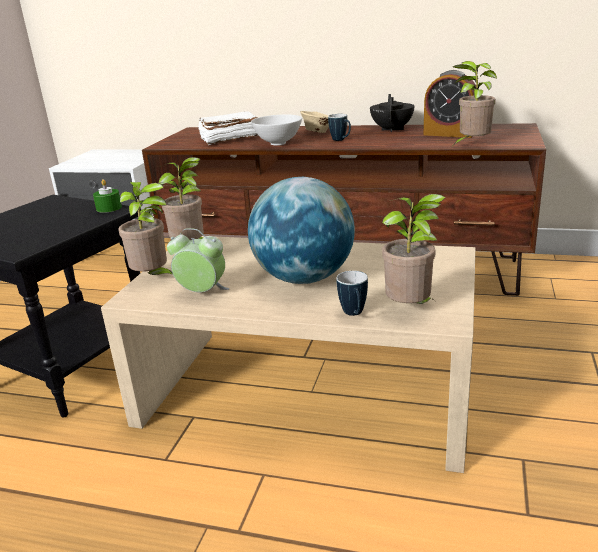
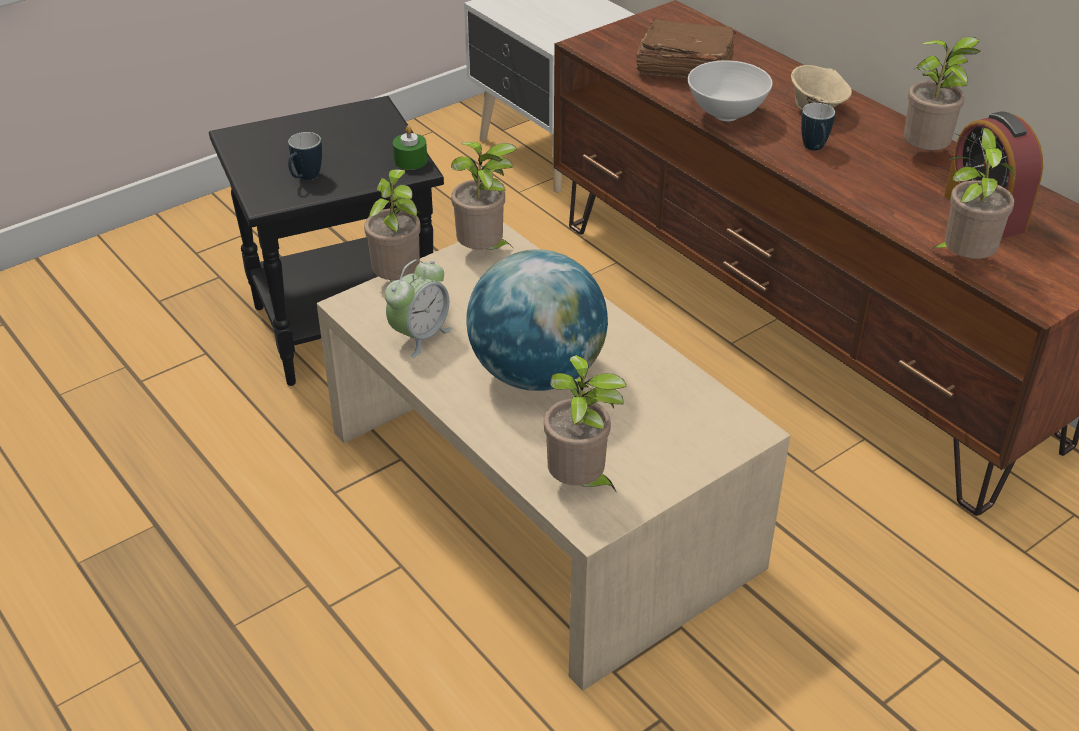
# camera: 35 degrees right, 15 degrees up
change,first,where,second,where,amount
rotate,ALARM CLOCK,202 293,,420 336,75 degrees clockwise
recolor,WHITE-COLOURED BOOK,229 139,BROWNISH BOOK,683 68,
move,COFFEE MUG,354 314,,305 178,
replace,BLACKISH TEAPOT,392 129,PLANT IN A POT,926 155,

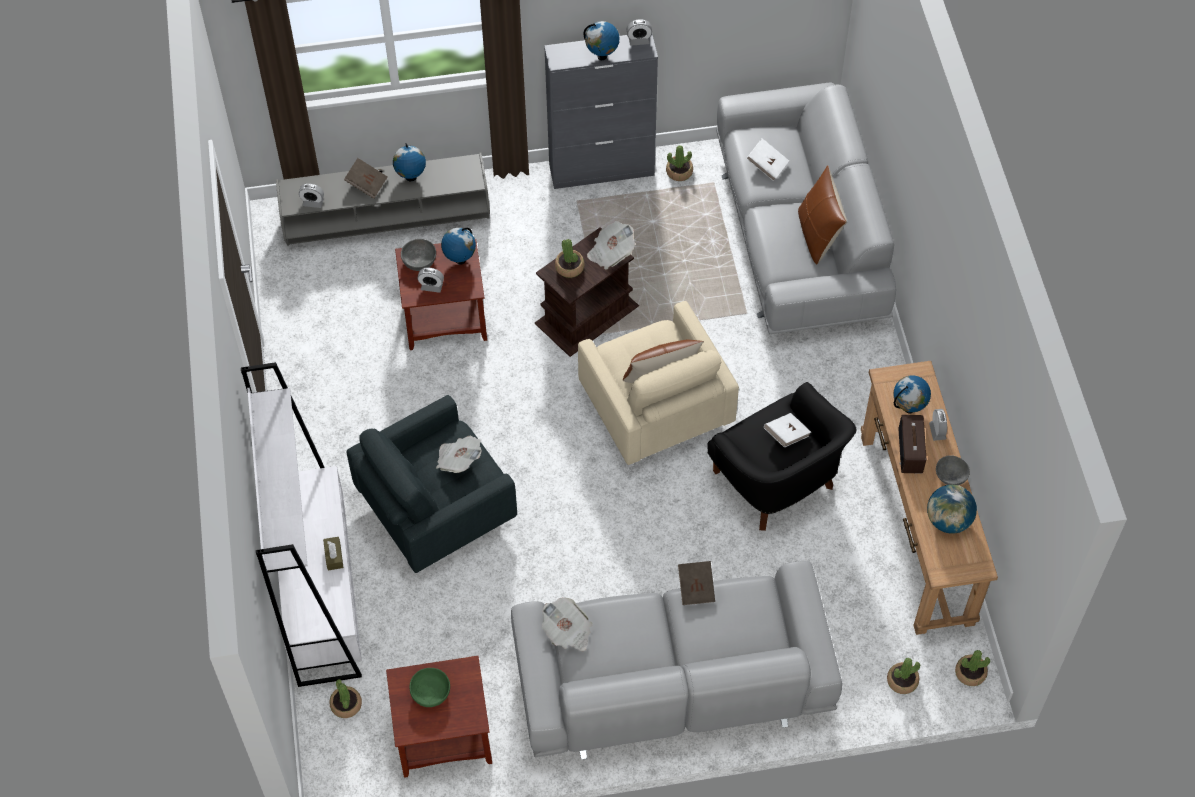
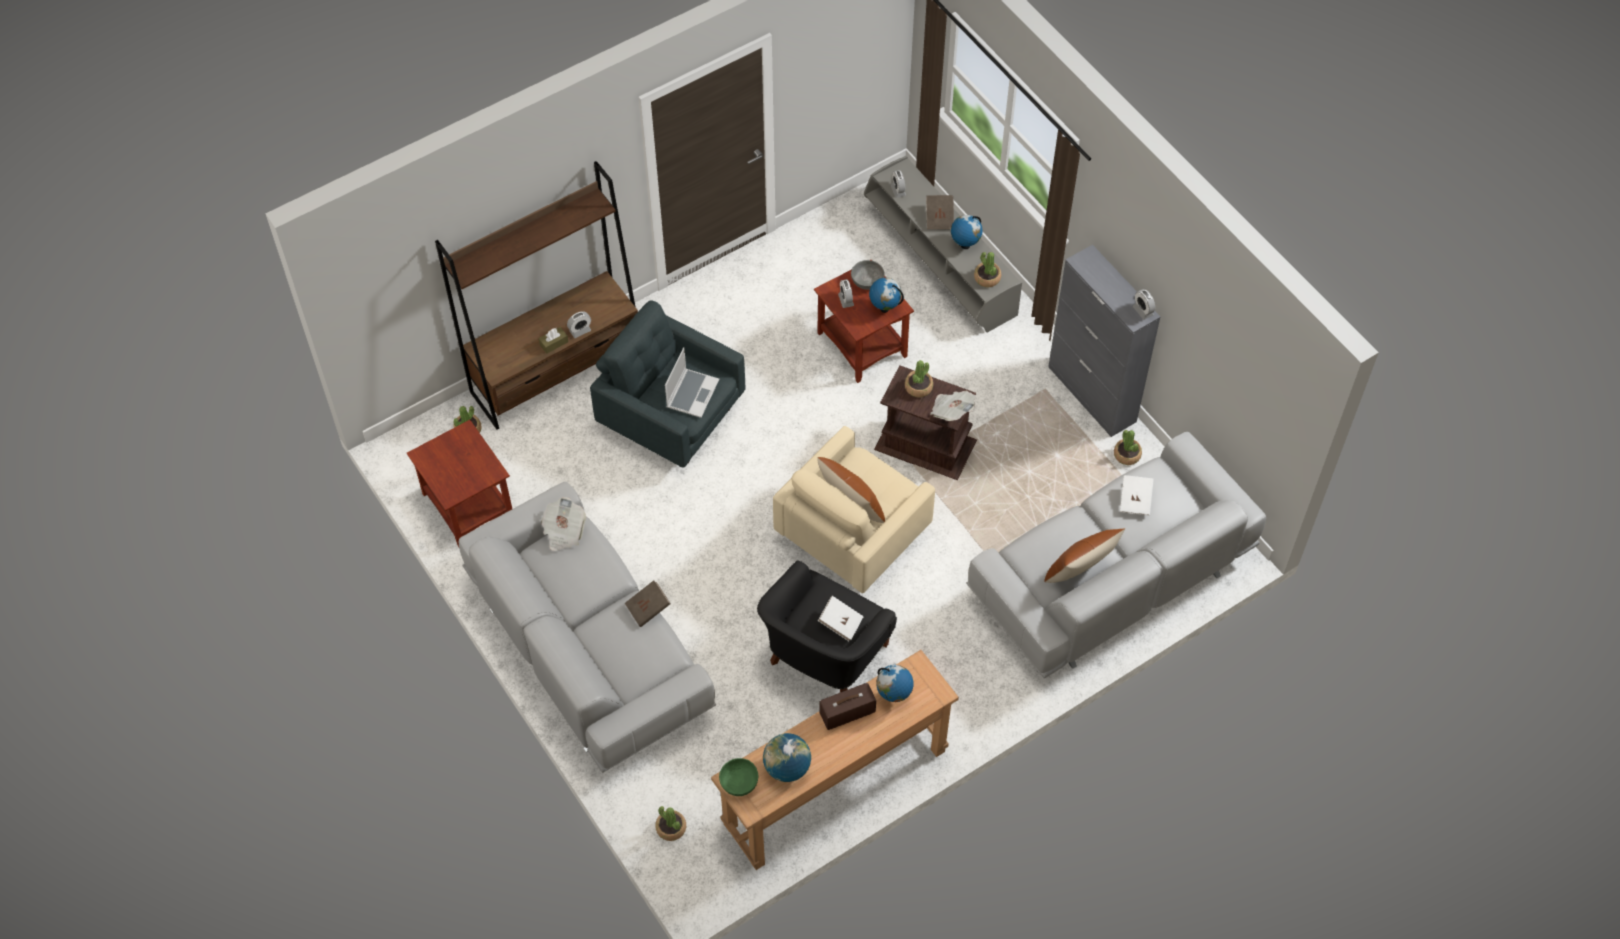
# camera: 65 degrees right, 0 degrees up
change,first,where,second,where,amount
recolor,WHITE-COLOURED BOOKSHELF,321 593,BROWNISH BOOKSHELF,558 371,
move,GREEN-COLOURED DEEP DISH,431 693,,739 782,
replace,DAILY PAPER,458 460,LAPTOP,692 393,
delete,DESK GLOBE,602 56,,,
move,ALARM CLOCK,937 431,,580 330,
delete,GREY DEEP DISH,950 478,,,
move,PLANT IN A POT,970 673,,987 278,

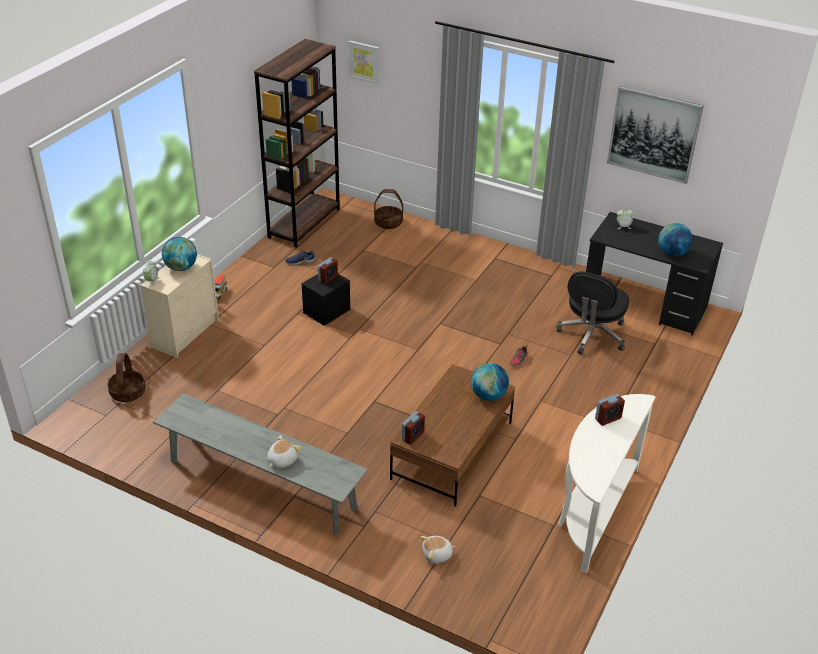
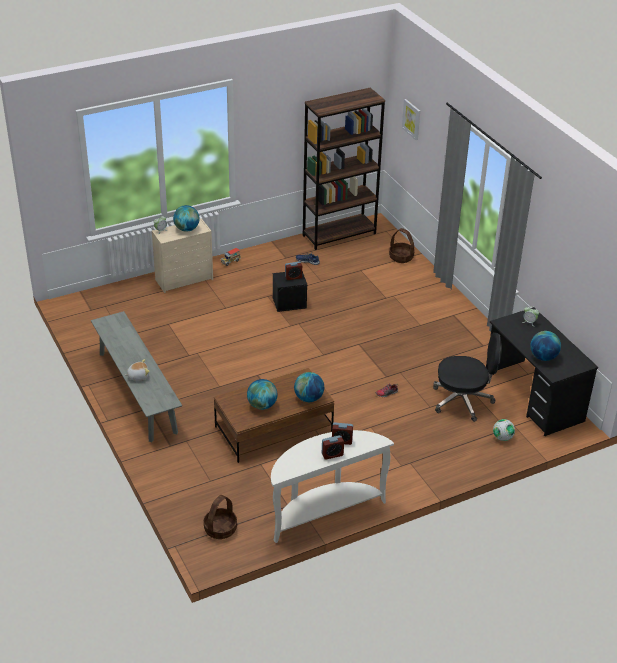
# camera: 35 degrees right, 0 degrees up
change,first,where,second,where,amount
move,STORAGE BASKET,128 392,,220 529,
move,ALARM CLOCK,413 436,,332 454,
delete,SOFT TOY,437 555,,,
rotate,BLACKISH DESK CHAIR,592 335,,463 401,150 degrees counterclockwise
delete,PICTURE,654 134,,,
insert,,,DESK GLOBE,262 405,
insert,,,FOOTBALL,502 438,

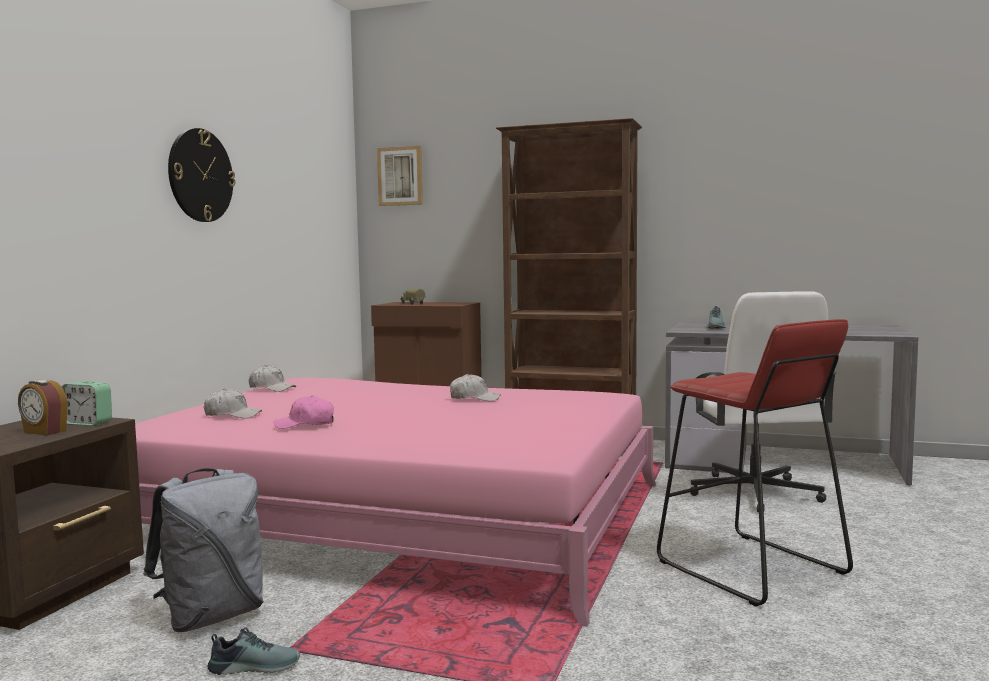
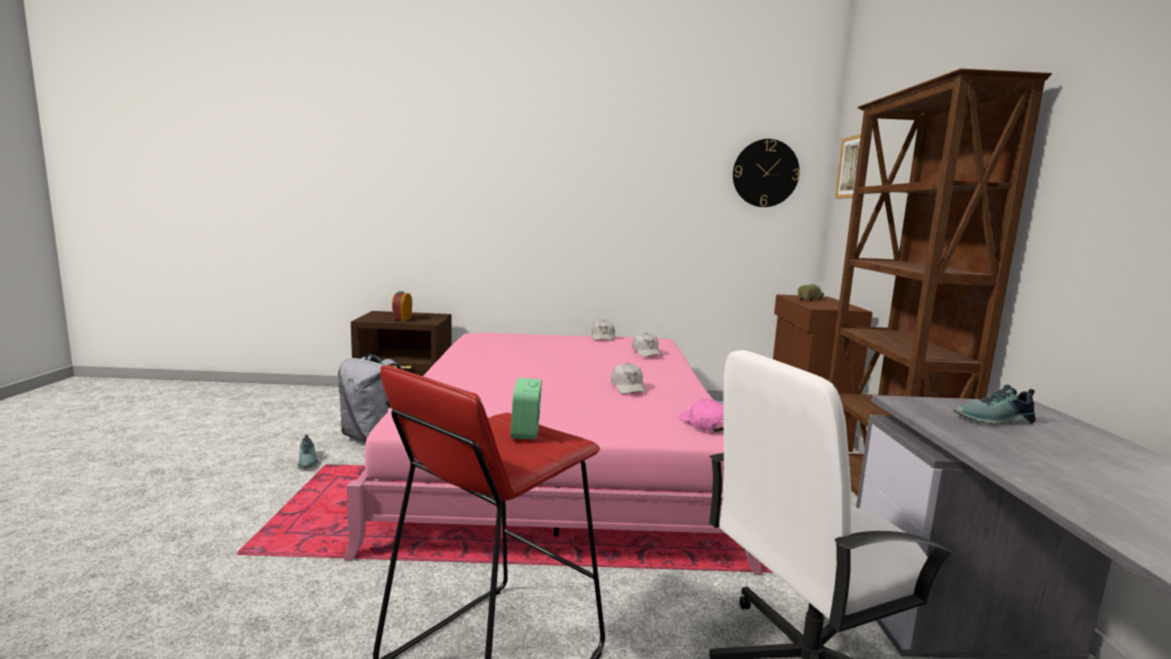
# camera: 70 degrees right, 5 degrees up
change,first,where,second,where,amount
move,ALARM CLOCK,88 423,,526 431,
move,CLOCK ON THE WALL,200 175,,765 173,
move,WHITE-COLOURED BASEBALL CAP,232 415,,647 352,
move,PINKISH BASEBALL CAP,305 424,,703 424,

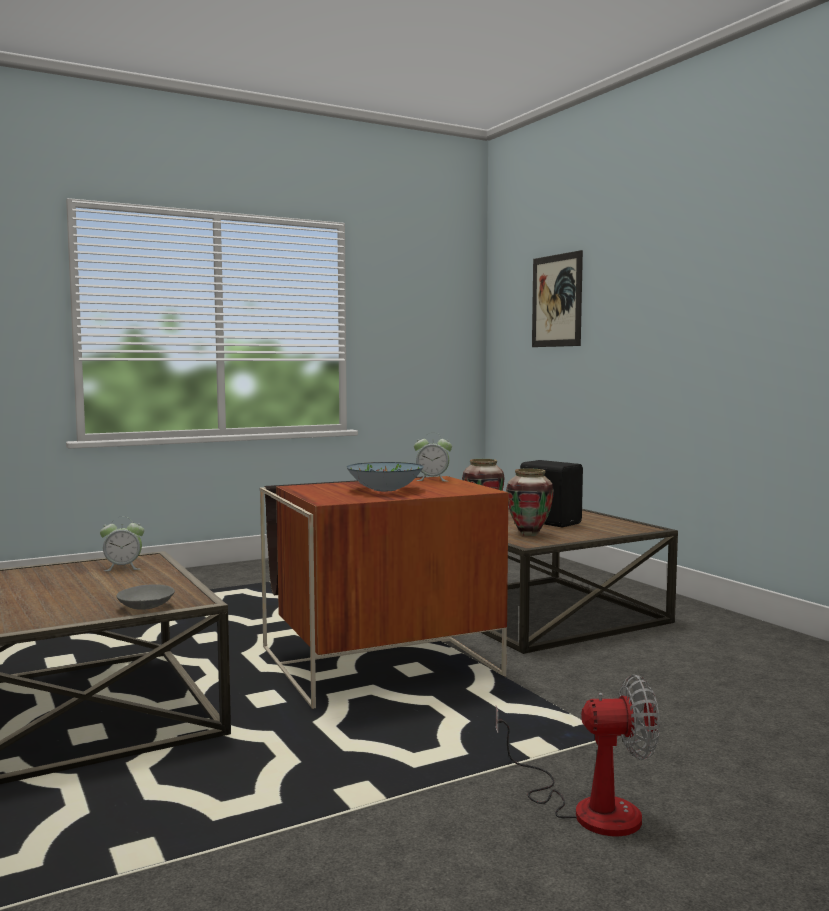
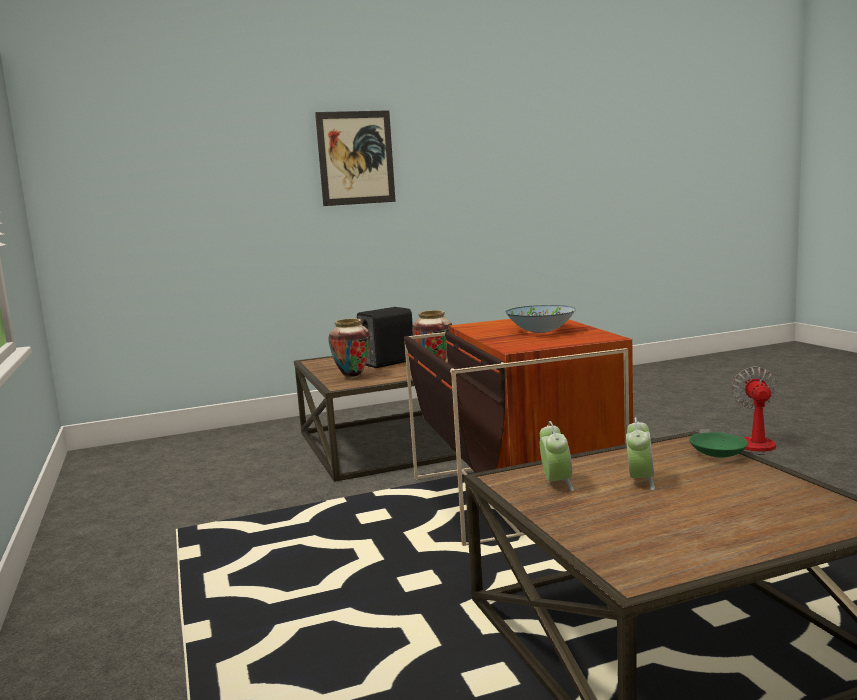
# camera: 80 degrees left, 5 degrees up
change,first,where,second,where,amount
recolor,GREY DEEP DISH,146 606,GREEN-COLOURED DEEP DISH,718 454,
move,ALARM CLOCK,432 480,,640 481,
move,PICTURE,556 300,,356 158,

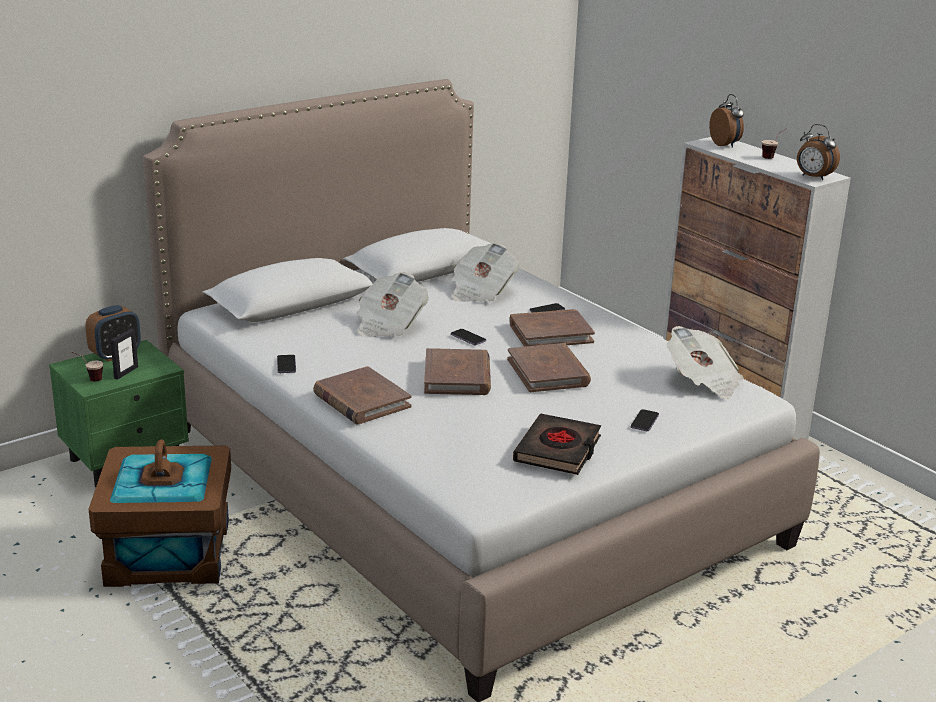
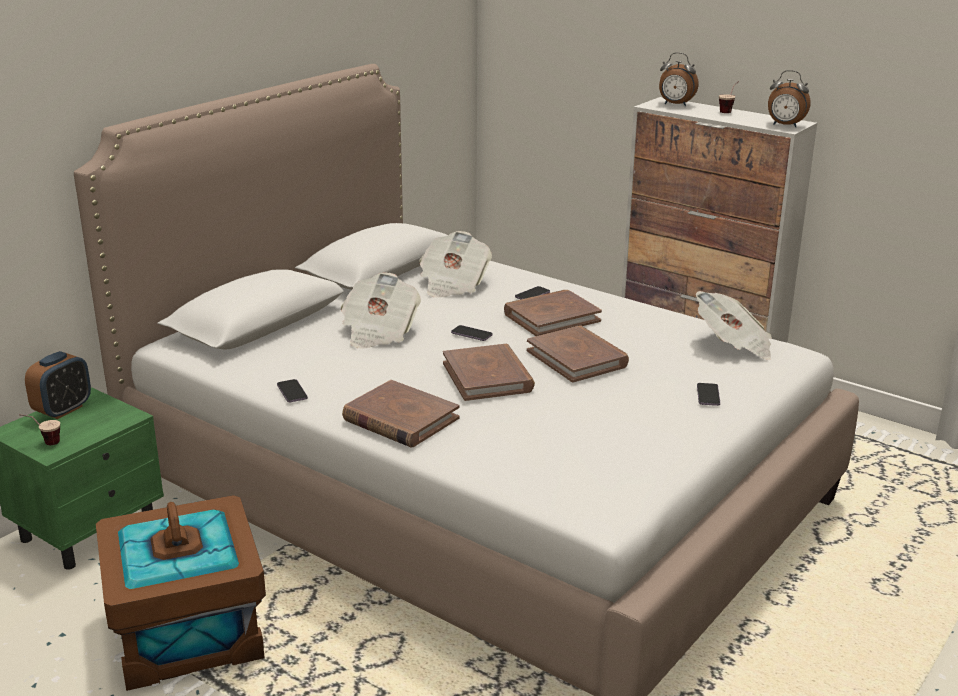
# camera: 15 degrees left, 0 degrees up
change,first,where,second,where,amount
delete,PHOTO FRAME,126 372,,,
delete,BLACKISH BOOK,558 450,,,
rotate,ALARM CLOCK,725 145,,675 105,150 degrees clockwise

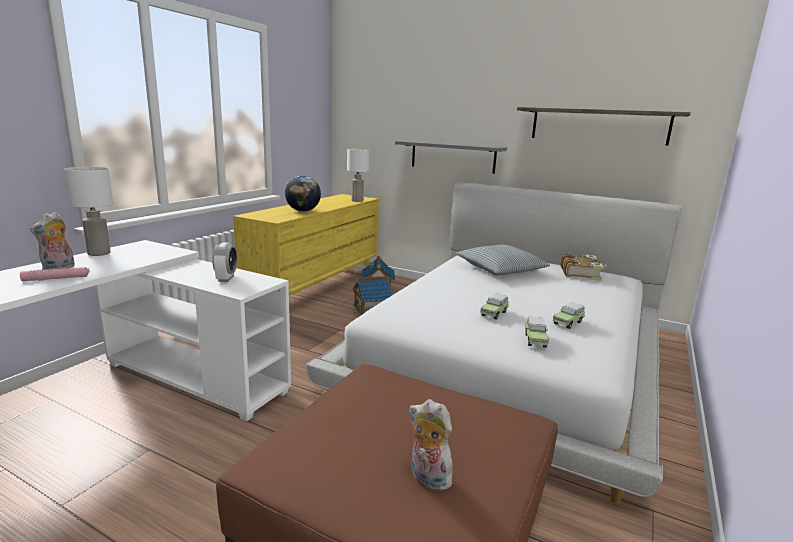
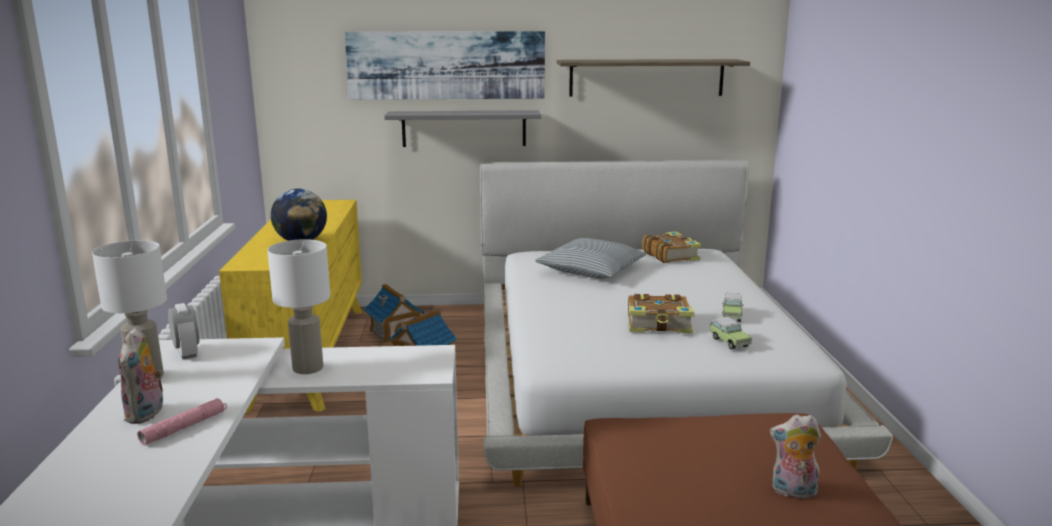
# camera: 30 degrees left, 0 degrees up
change,first,where,second,where,amount
move,ALARM CLOCK,226 278,,187 353,
move,WHITE-COLOURED TABLETOP LAMP,357 201,,308 368,
replace,MINIATURE CAR,494 313,BOOK,659 324,
insert,,,PICTURE,446 65,

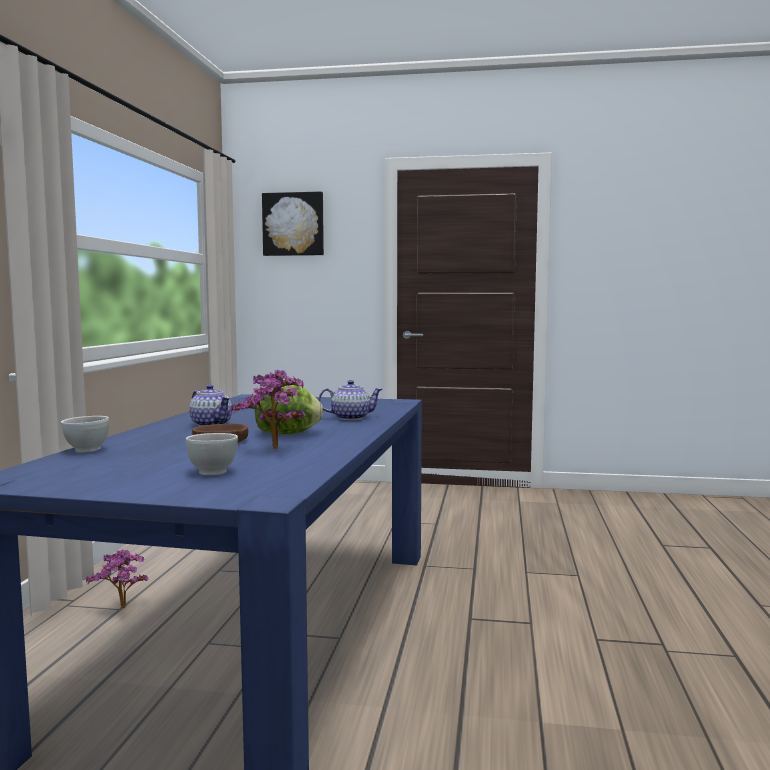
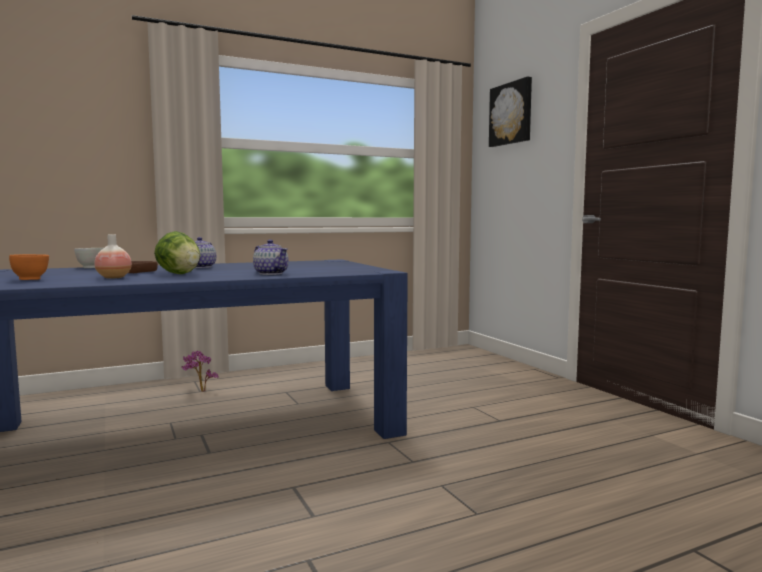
# camera: 55 degrees right, 0 degrees up
change,first,where,second,where,amount
recolor,WHITE-COLOURED DEEP DISH,213 472,ORANGEY DEEP DISH,31 279,
replace,PLANT IN A POT,275 450,VASE,114 277,

